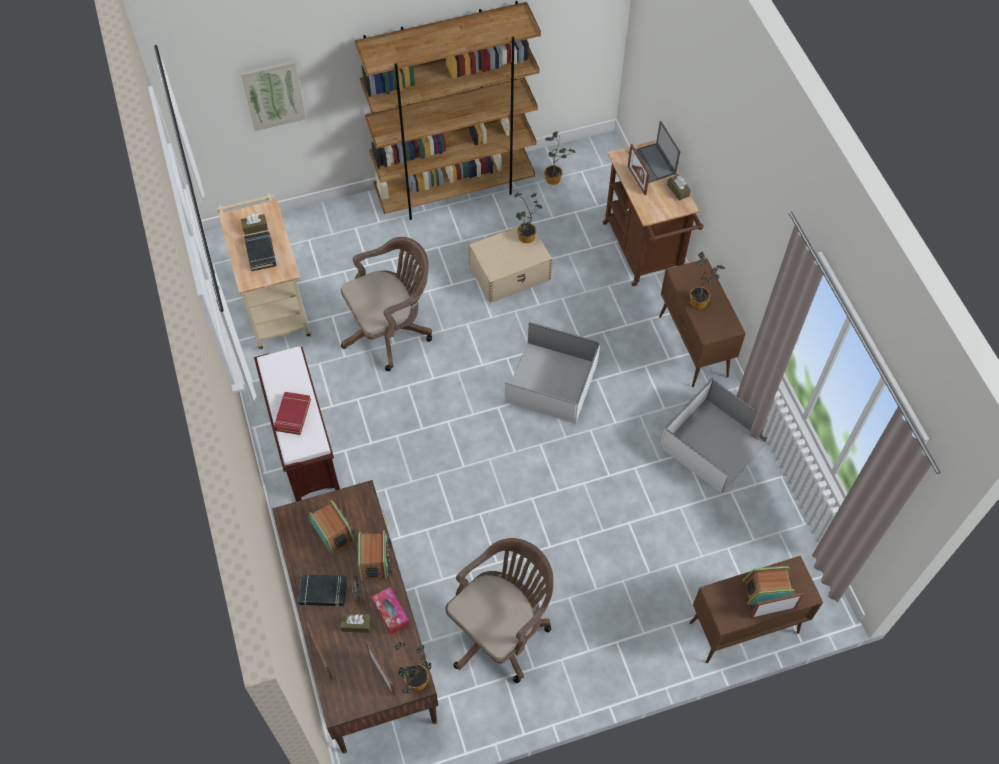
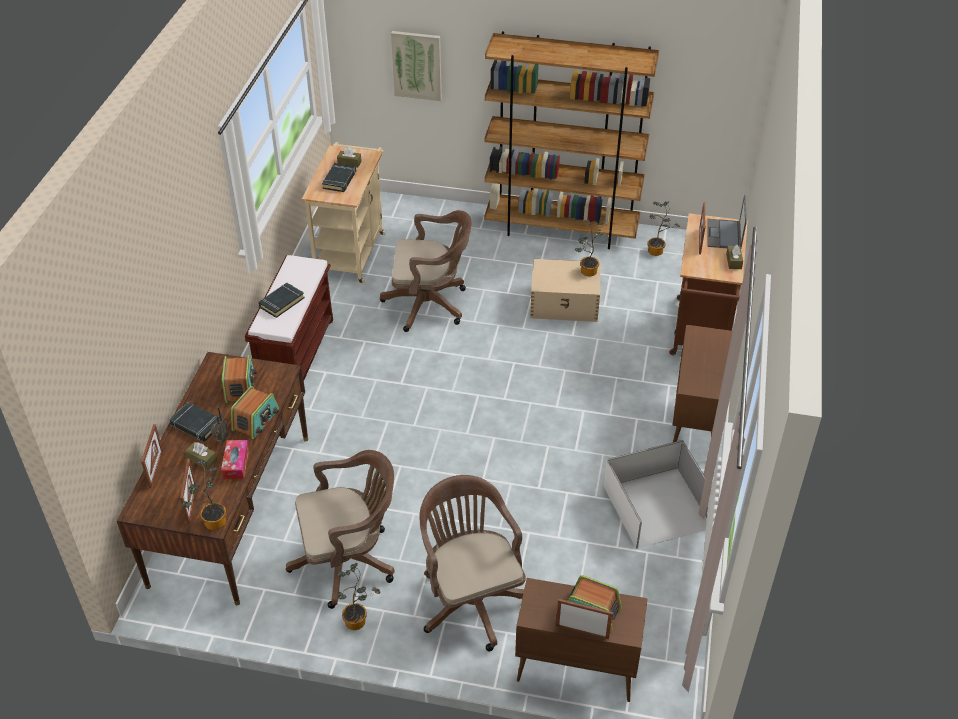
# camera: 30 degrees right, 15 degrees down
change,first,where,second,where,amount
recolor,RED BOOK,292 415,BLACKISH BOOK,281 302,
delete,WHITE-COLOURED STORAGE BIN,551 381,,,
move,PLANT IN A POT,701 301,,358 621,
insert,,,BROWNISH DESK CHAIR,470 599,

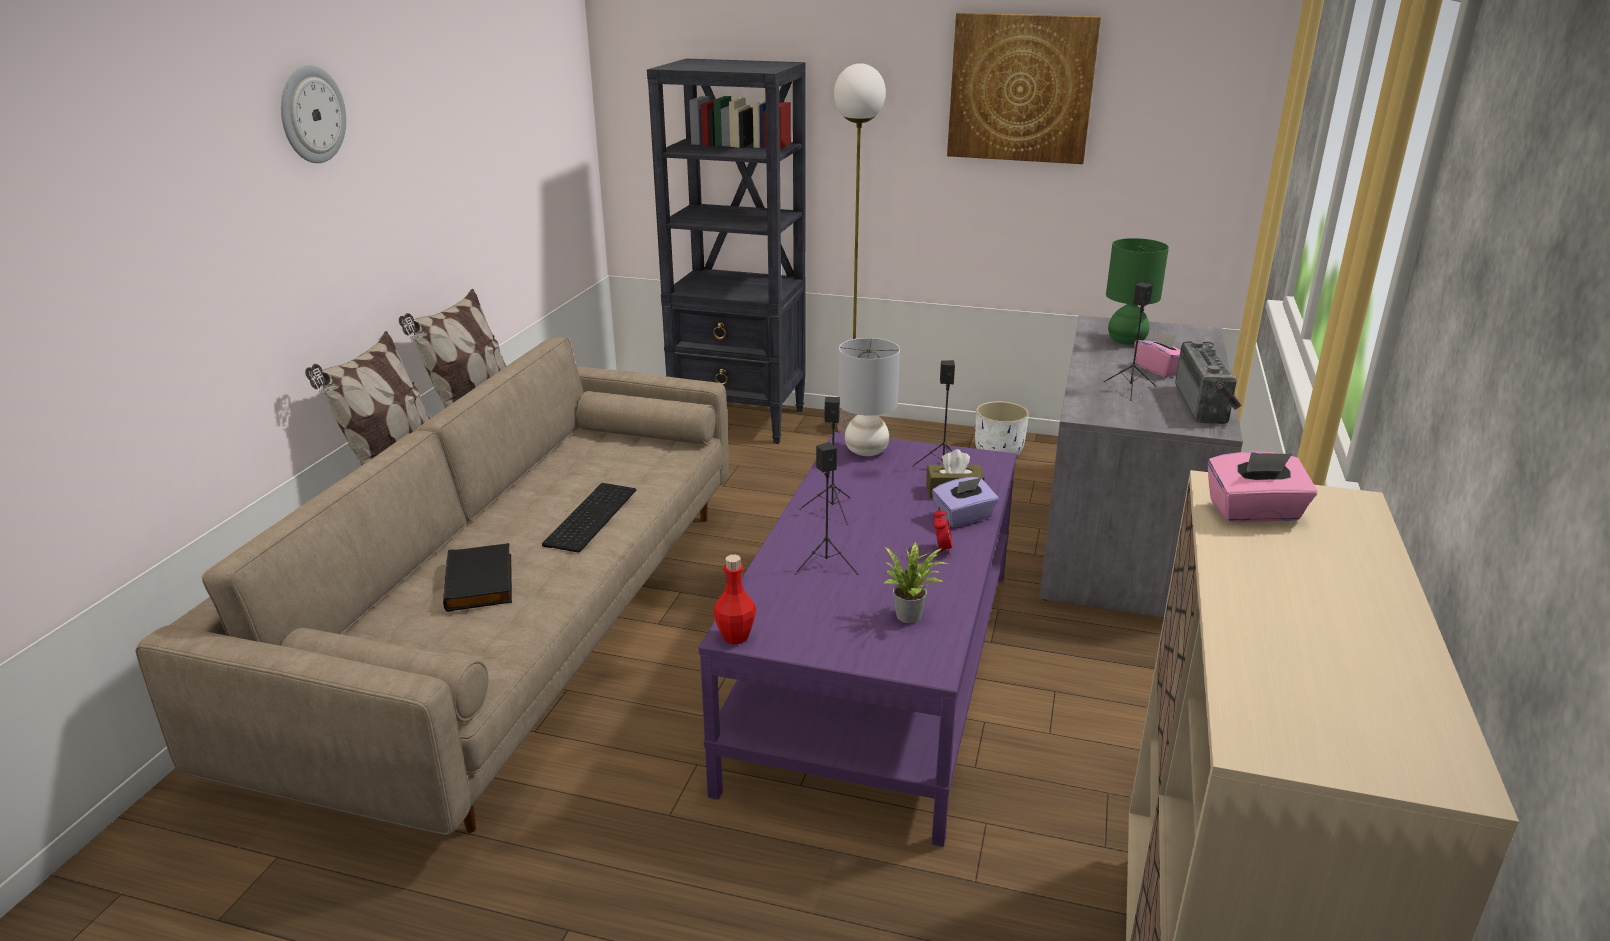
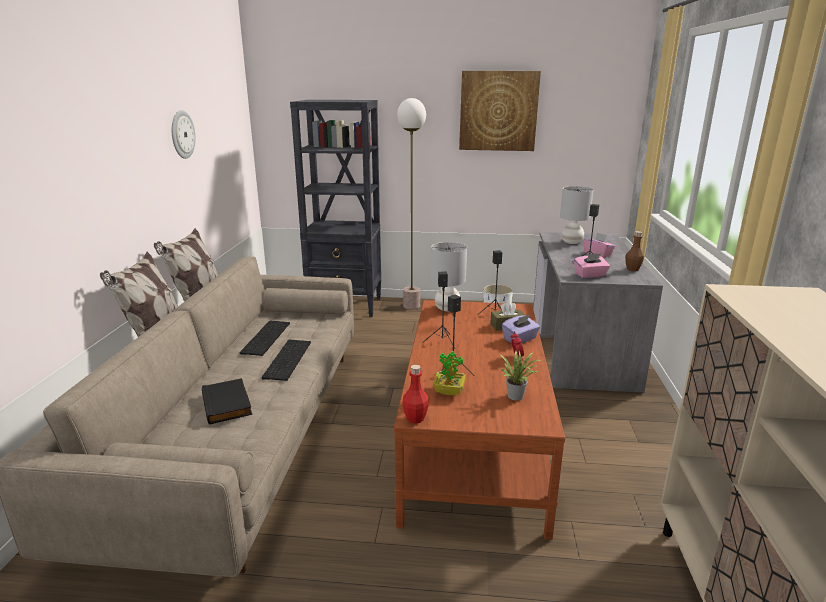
# camera: 10 degrees left, 5 degrees down
change,first,where,second,where,amount
move,CLOCK ON THE WALL,311 114,,182 134,
recolor,PURPLE LOUNGE TABLE,877 671,BROWNISH LOUNGE TABLE,473 437,
recolor,GREEN-COLOURED TABLETOP LAMP,1127 341,GREY TABLETOP LAMP,572 242,
replace,RADIO RECEIVER,1206 405,BROWNISH BEVERAGE BOTTLE,632 269,
move,PINKISH BOX OF TISSUES,1254 512,,590 275,
insert,,,PC KEYBOARD,265 337,
insert,,,PLANT IN A POT,449 391,

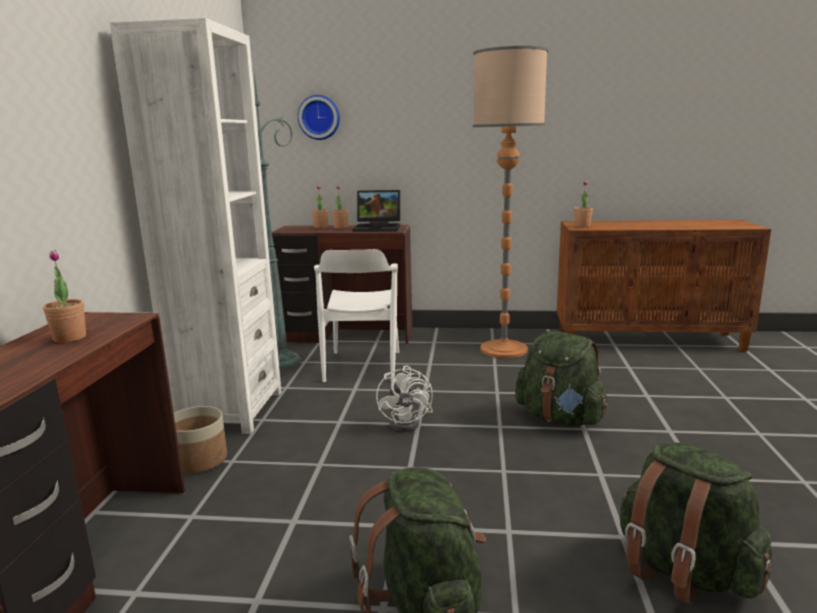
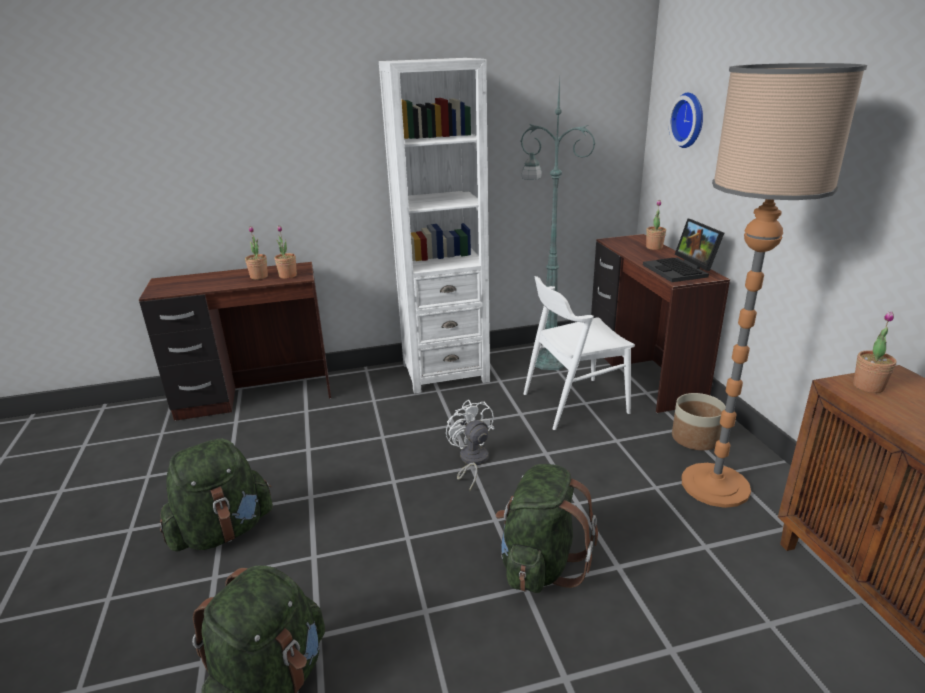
# camera: 70 degrees right, 10 degrees up
change,first,where,second,where,amount
move,FLOWER POT,199 460,,695 438,
move,PLANT IN A POT,341 227,,288 276,
rotate,WHITE-COLOURED FAN,409 423,,471 461,90 degrees clockwise

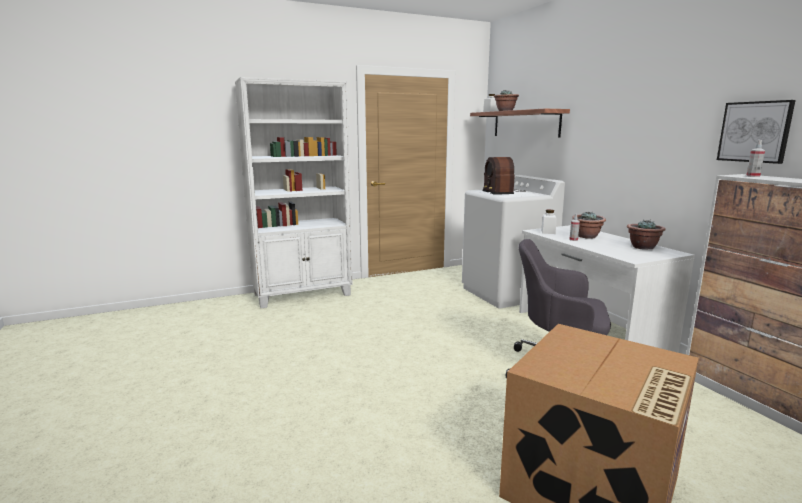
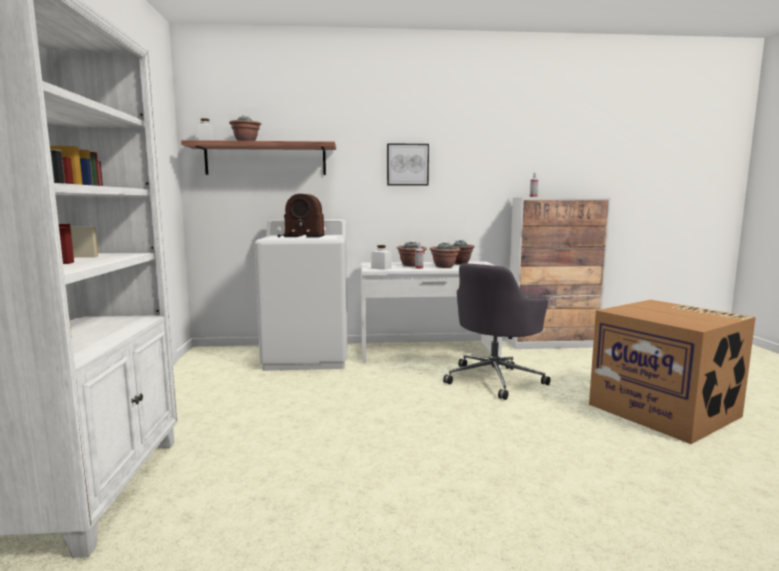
# camera: 70 degrees left, 5 degrees down
change,first,where,second,where,amount
move,PICTURE,754 132,,407 164,
insert,,,PLANT IN A POT,444 267,

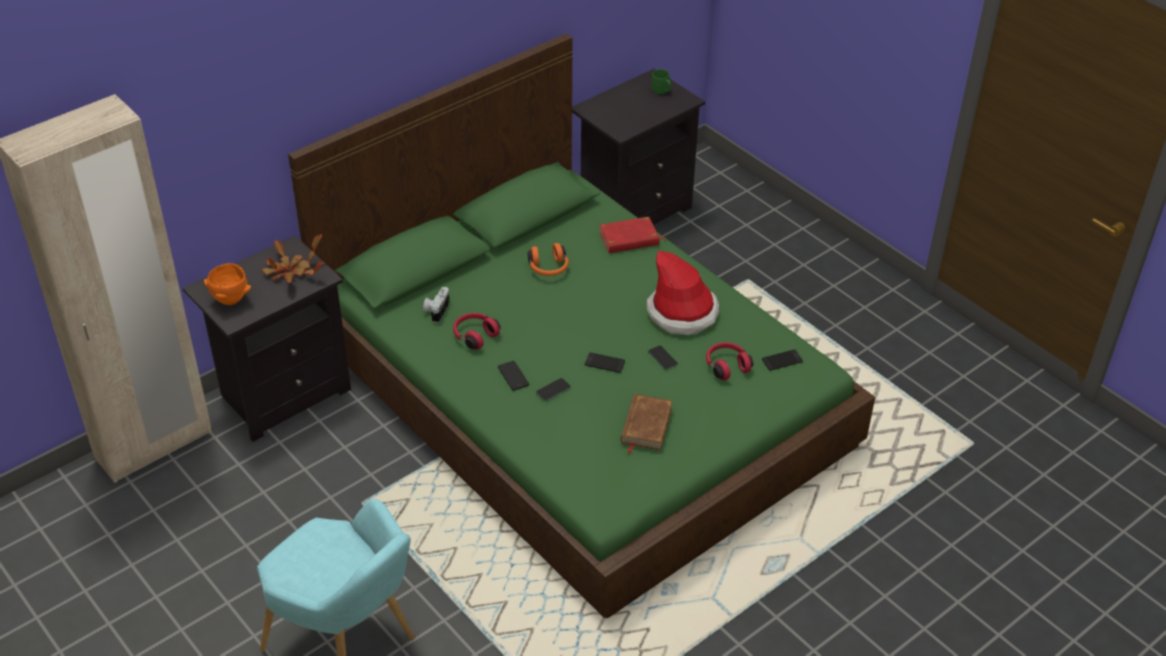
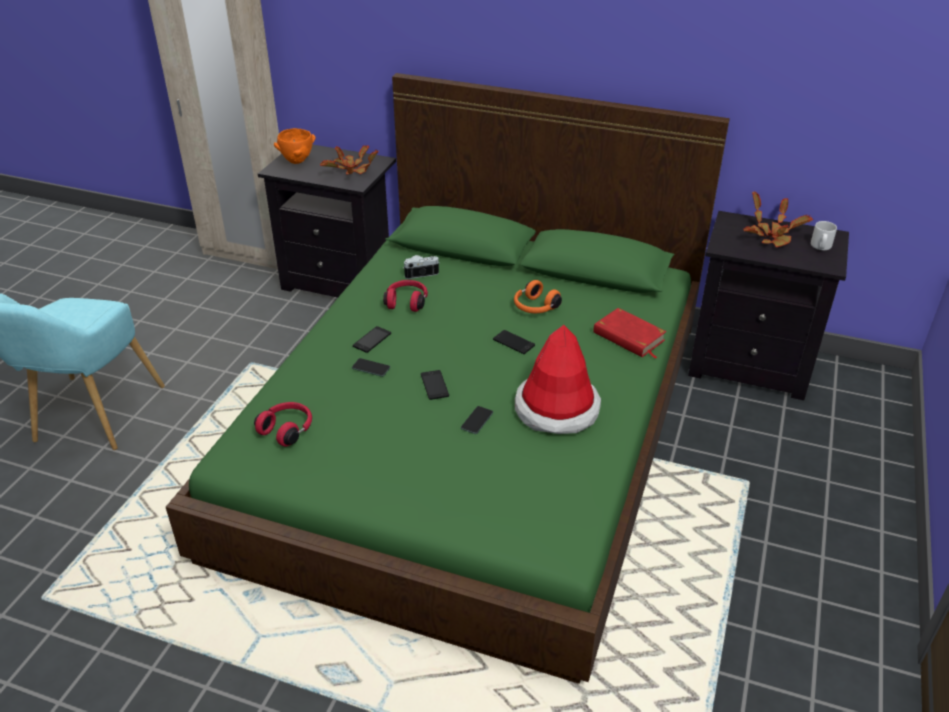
# camera: 60 degrees right, 5 degrees down
change,first,where,second,where,amount
delete,BROWNISH BOOK,645 425,,,
recolor,GREEN-COLOURED COFFEE MUG,661 90,GREY COFFEE MUG,820 247,
move,RED HEADPHONES,726 366,,287 429,
move,TELEPHONE,782 360,,513 342,
insert,,,PLANT IN A POT,771 235,

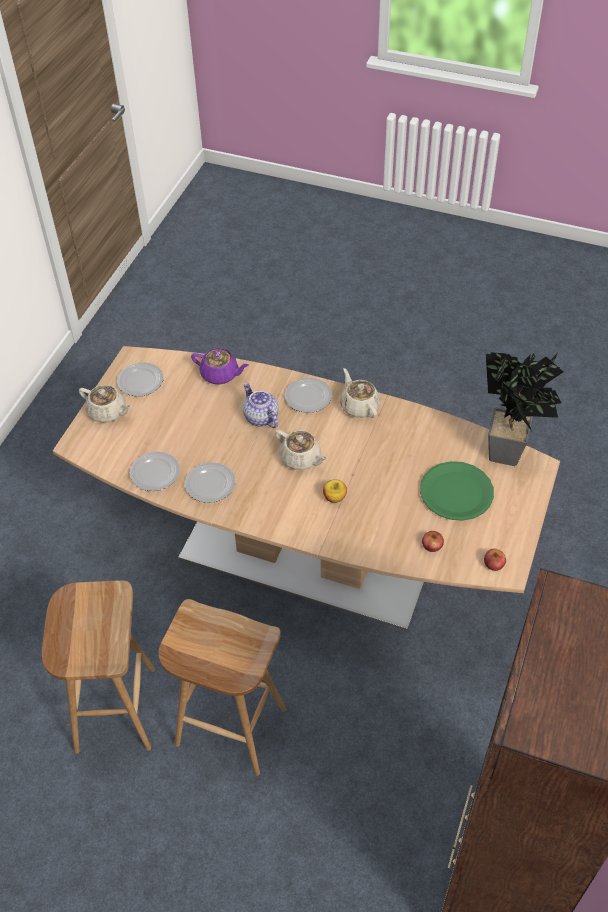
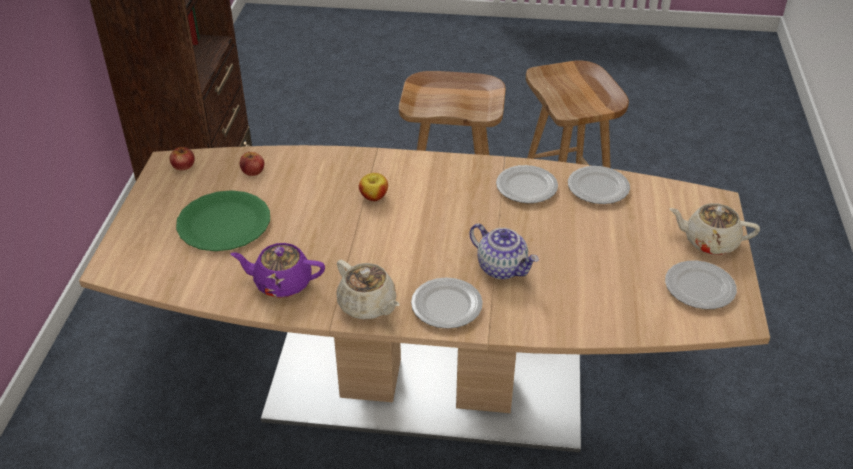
# camera: 165 degrees right, 10 degrees down
change,first,where,second,where,amount
move,PURPLE TEAPOT,220 375,,282 283,
delete,BEIGE-COLOURED TEAPOT,301 459,,,
delete,PLANT IN A POT,509 457,,,

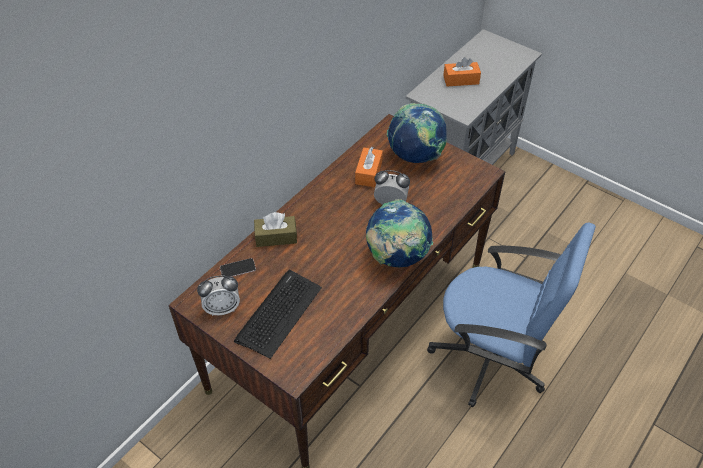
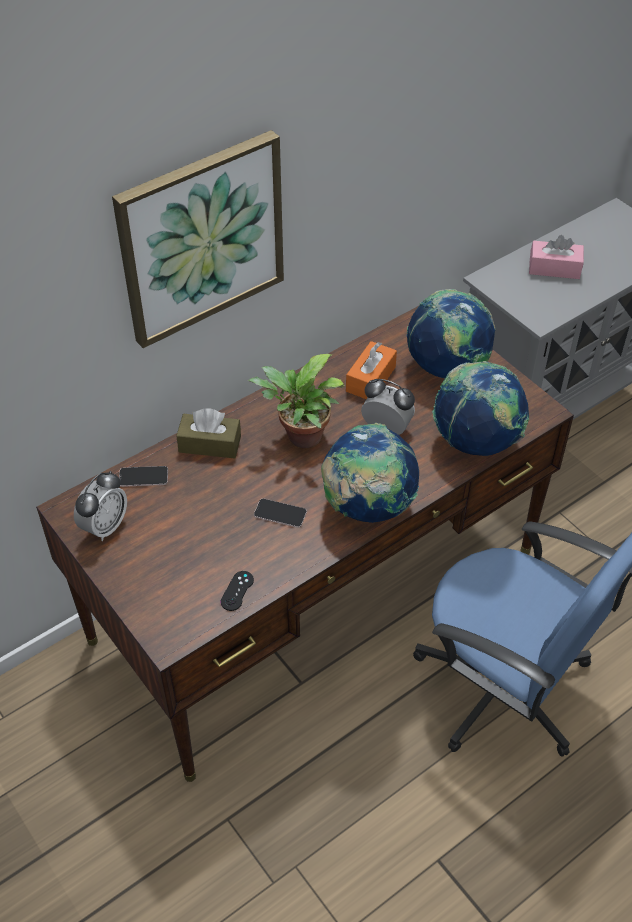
# camera: 15 degrees right, 0 degrees up
change,first,where,second,where,amount
rotate,ALARM CLOCK,222 308,,105 526,60 degrees counterclockwise
delete,PC KEYBOARD,278 313,,,
recolor,ORANGEY BOX OF TISSUES,461 80,PINKISH BOX OF TISSUES,554 268,
insert,,,PICTURE,201 238,
insert,,,BLACKISH JOYPAD,237 591,
insert,,,PLANT IN A POT,300 438,
insert,,,TELEPHONE,280 513,
insert,,,DESK GLOBE,476 442,

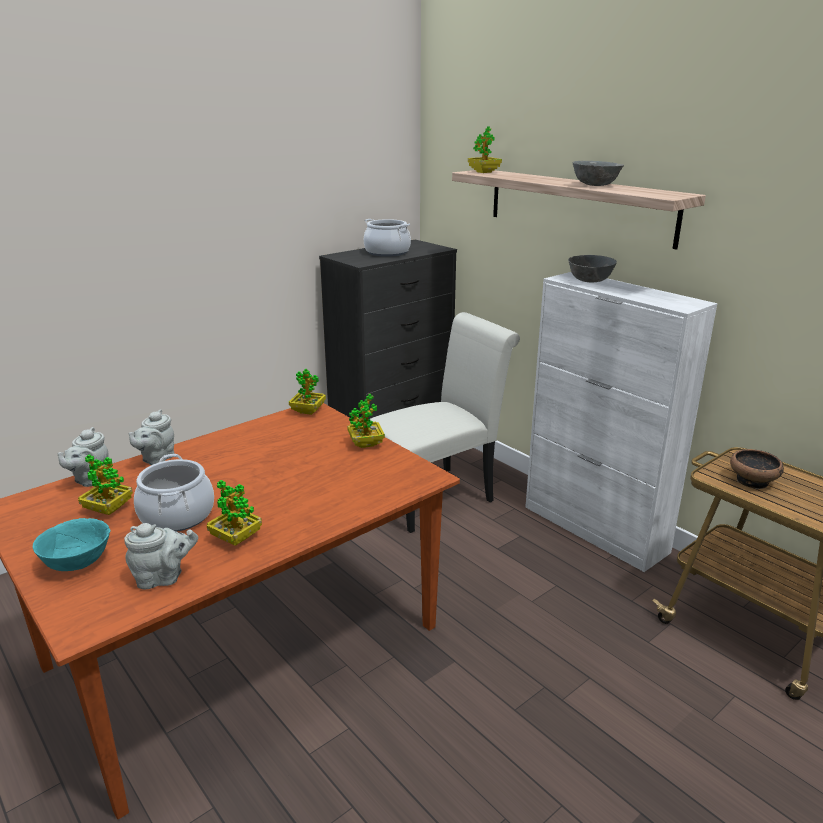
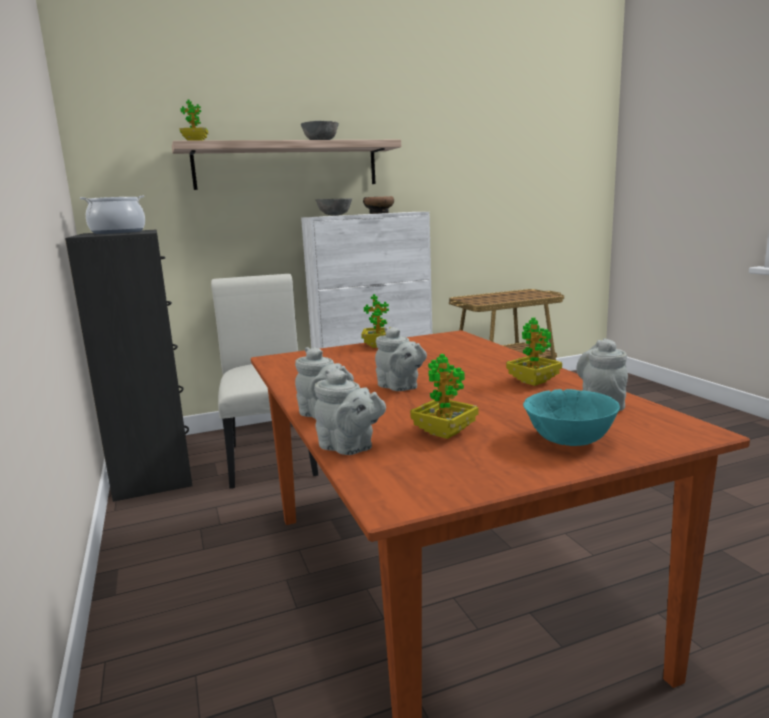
# camera: 70 degrees left, 10 degrees down
change,first,where,second,where,amount
delete,STOCKPOT,177 515,,,
delete,PLANT IN A POT,308 411,,,
move,DEEP DISH,753 481,,379 213,
insert,,,GREY TEAPOT,400 387,

